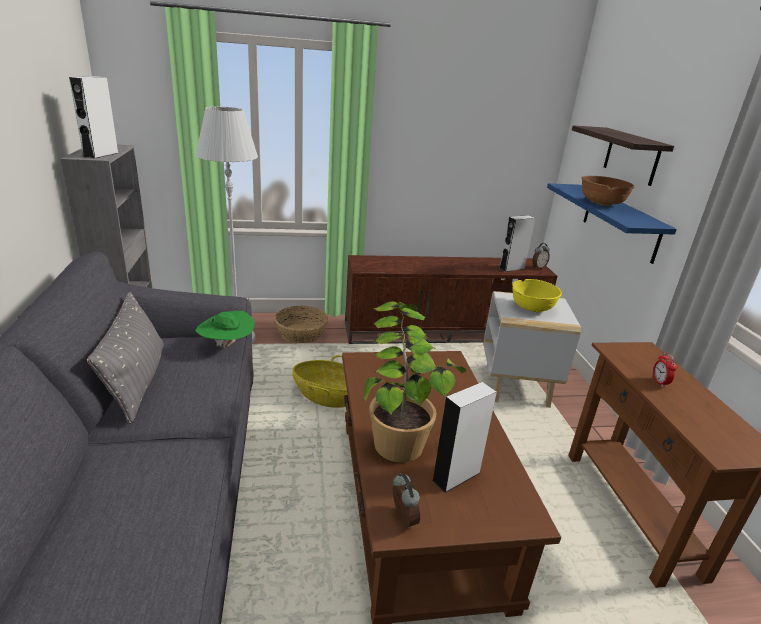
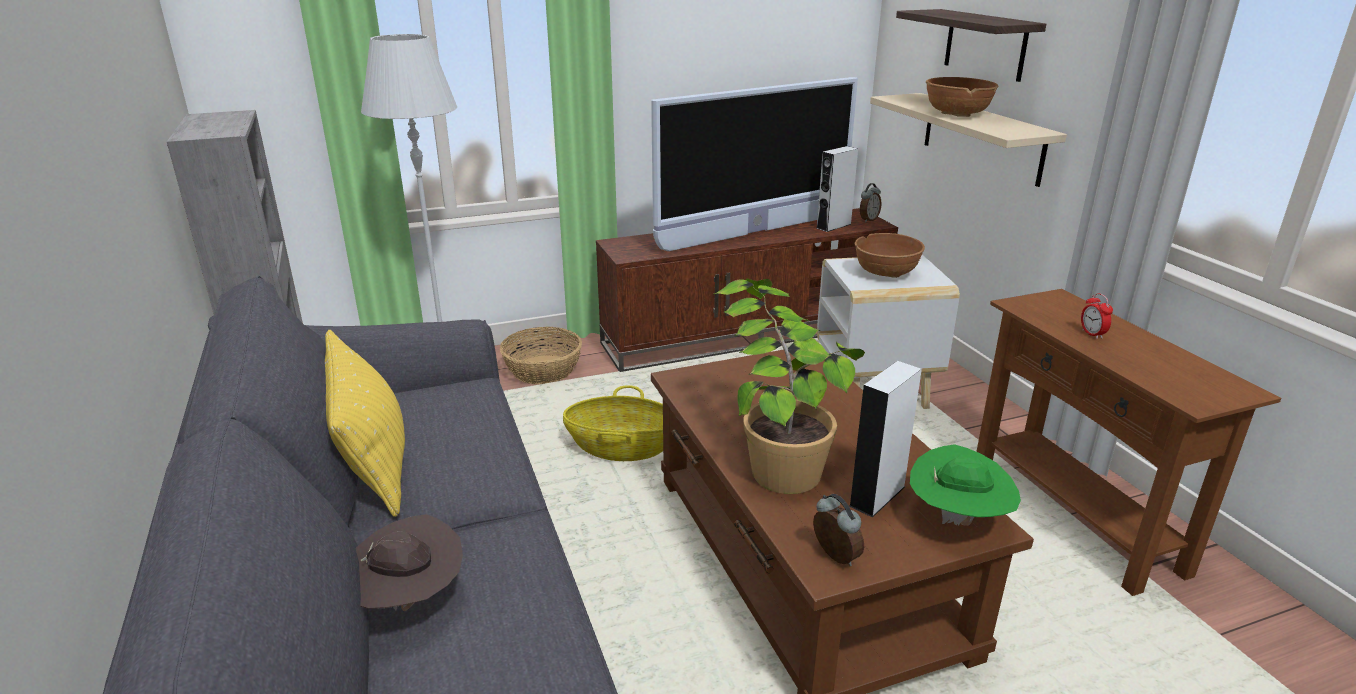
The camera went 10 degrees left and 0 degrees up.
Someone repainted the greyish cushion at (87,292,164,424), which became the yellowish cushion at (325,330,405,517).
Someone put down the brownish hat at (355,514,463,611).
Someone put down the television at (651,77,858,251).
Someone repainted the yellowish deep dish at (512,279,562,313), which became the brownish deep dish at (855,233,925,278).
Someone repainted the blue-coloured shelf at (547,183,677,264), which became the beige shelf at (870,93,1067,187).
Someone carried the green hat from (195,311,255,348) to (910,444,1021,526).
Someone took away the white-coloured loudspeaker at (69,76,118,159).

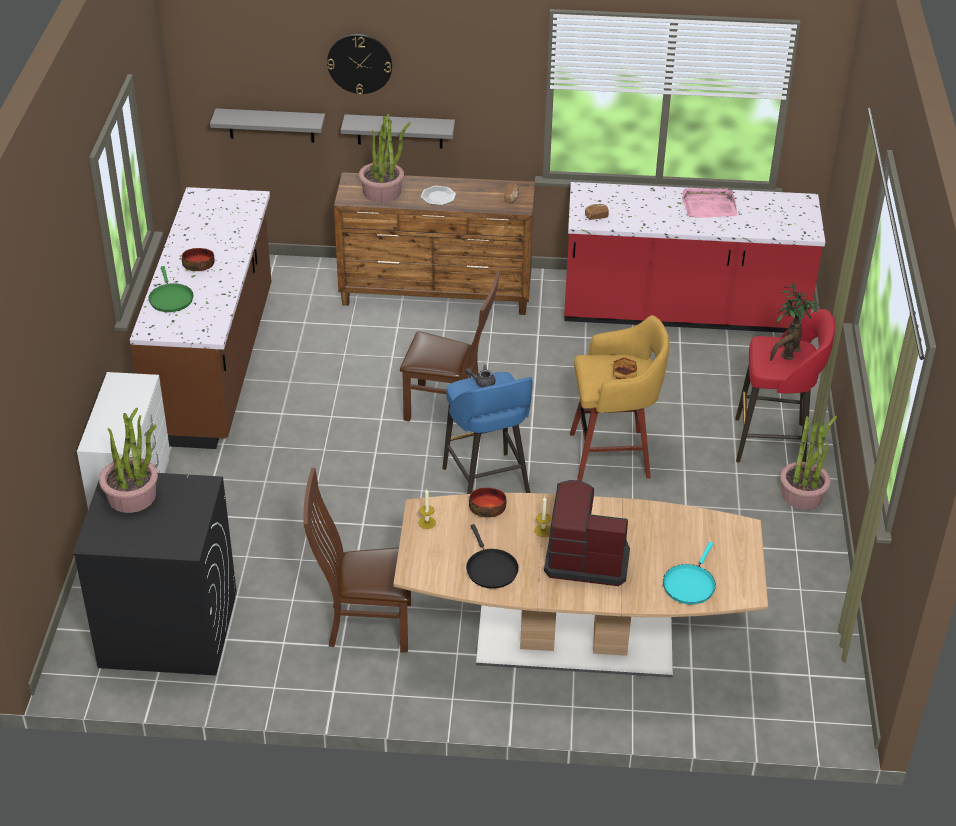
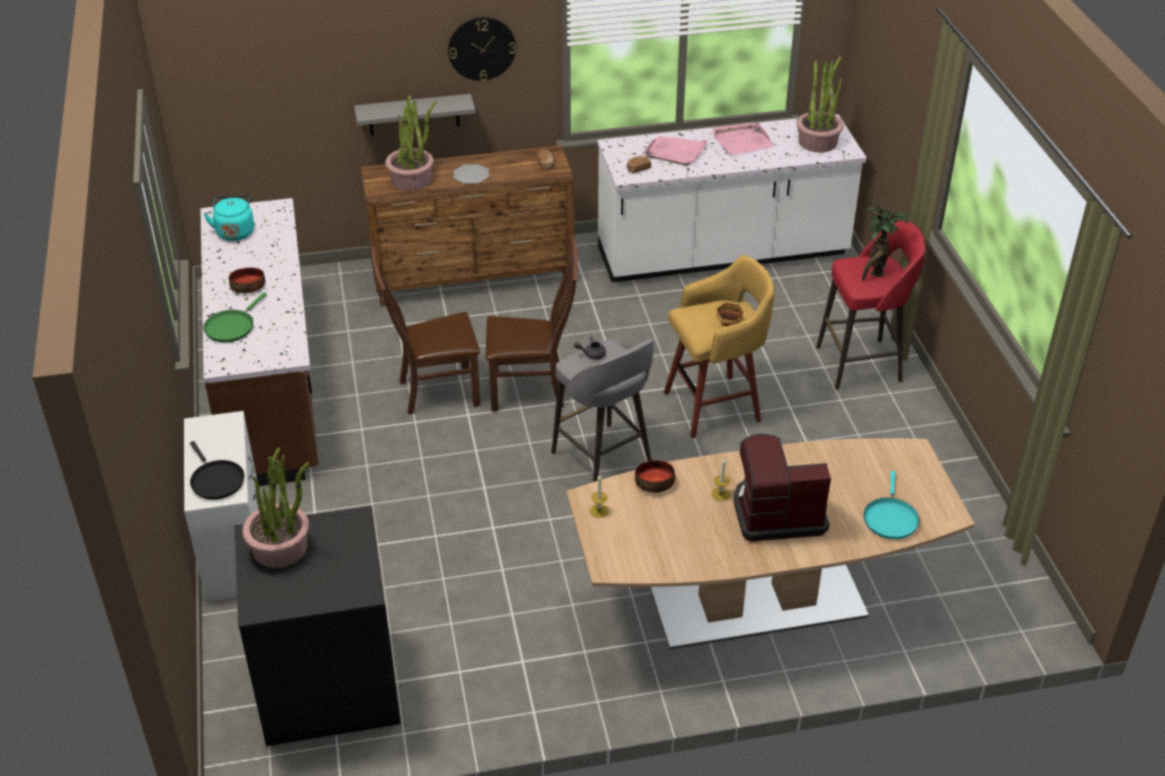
The camera went 15 degrees left and 0 degrees up.
Someone carried the blackish pan from (466,524,519,589) to (190,441,244,500).
Someone rotated the green pan at (148,266,193,312) by 60 degrees clockwise.
Someone put down the turquoise-coloured tea kettle at (204,195,254,241).
Someone carried the brownish plain chair from (303,468,411,653) to (371,246,480,415).
Someone carried the clock on the wall from (327,34,392,95) to (448,17,516,81).
Someone repainted the blue-coloured sitting stool at (442,372,532,494), which became the greyish sitting stool at (551,339,654,482).
Someone repainted the red-coloured counter at (564,182,825,333), which became the white-coloured counter at (597,114,867,282).
Someone put down the pink serving tray at (644,136,708,166).
Someone carried the houseplant from (780,416,837,510) to (797,57,843,153).
Someone took away the greyish shelf at (210,108,325,143).

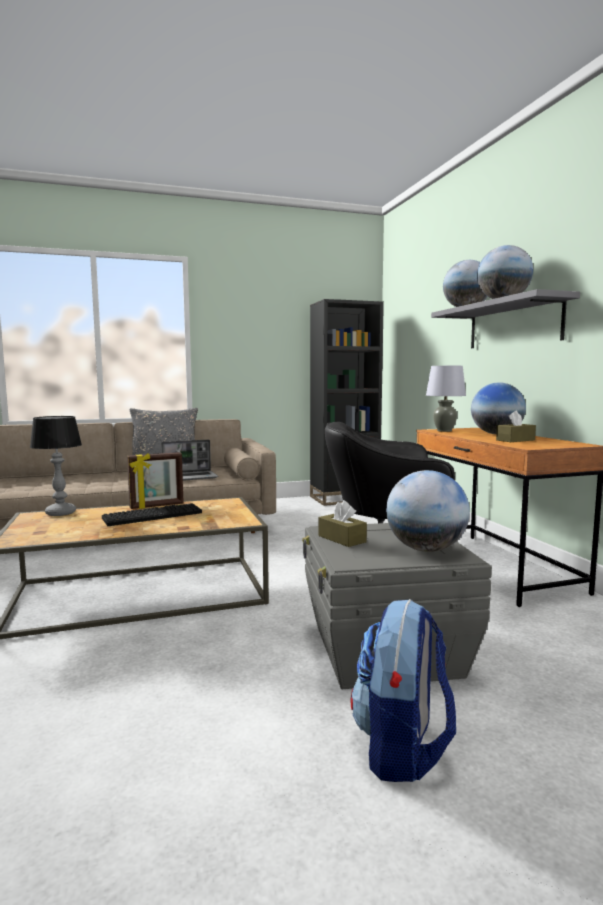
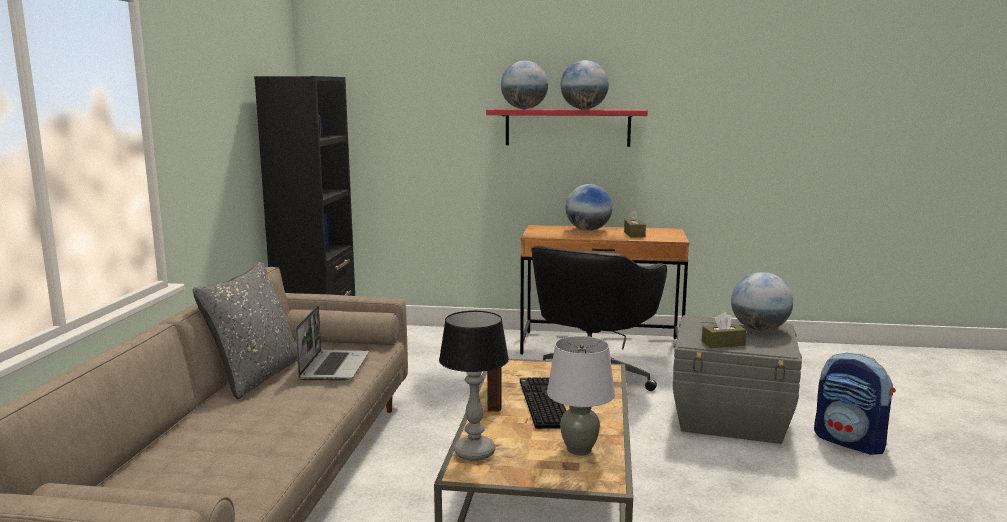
The camera went 65 degrees left and 5 degrees up.
Someone repainted the greyish shelf at (431,289,580,348), which became the red-coloured shelf at (486,109,648,147).
Someone carried the greyish tabletop lamp from (426,366,466,432) to (547,336,615,455).

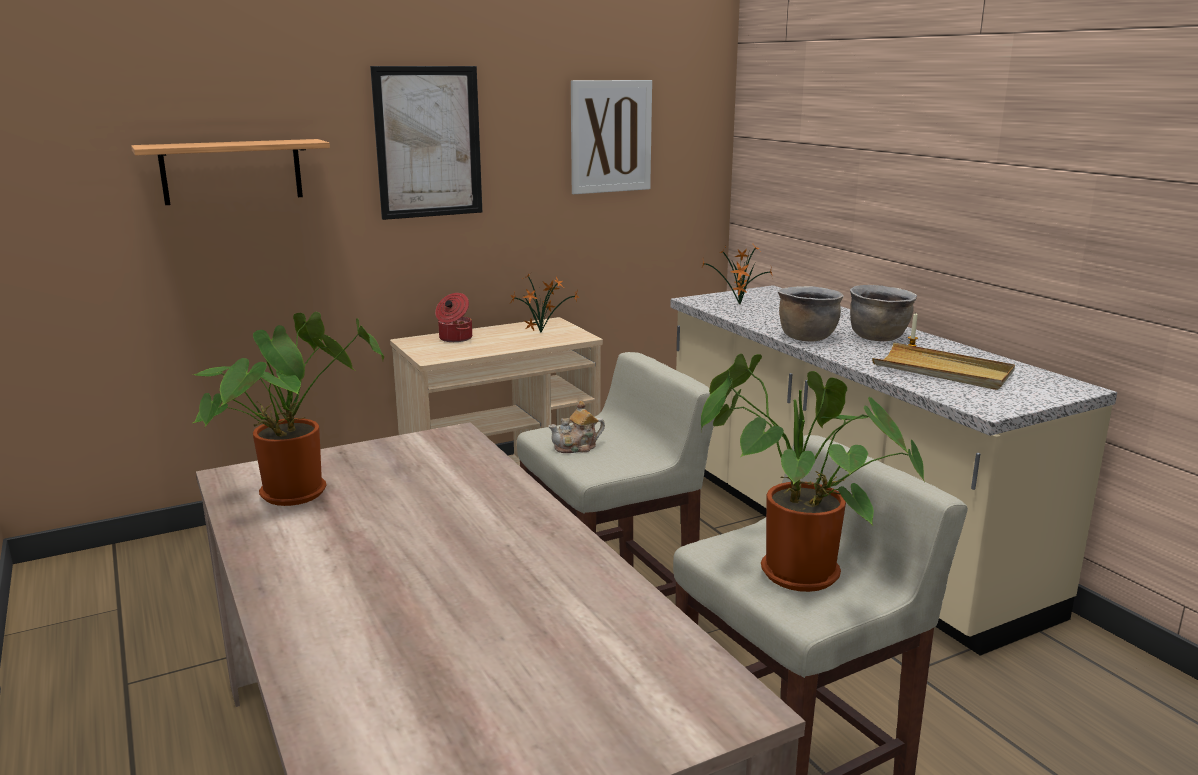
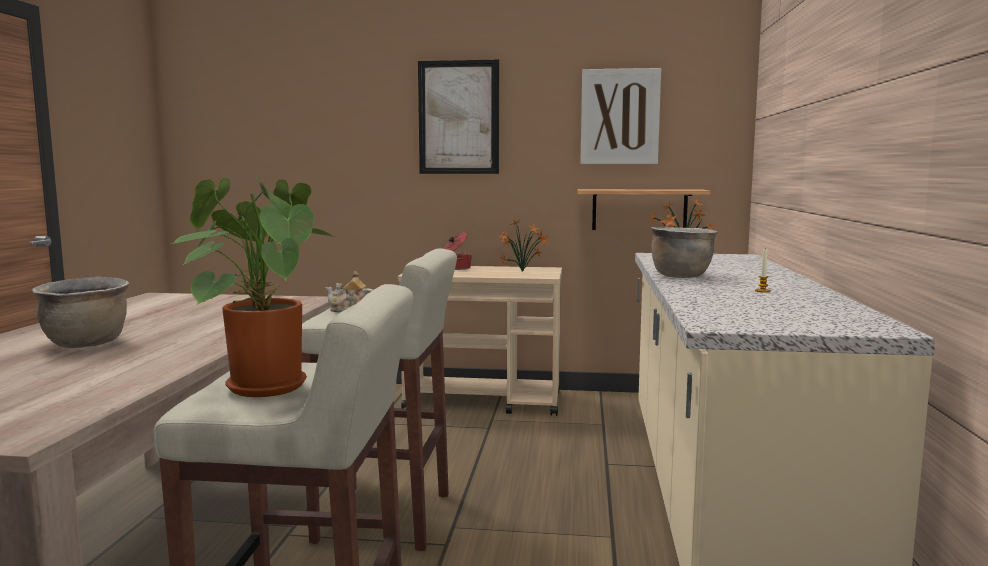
The camera went 35 degrees right and 10 degrees down.
Someone carried the brownish saucepot from (850,285,917,341) to (32,277,129,348).
Someone carried the shelf from (131,139,330,205) to (577,189,710,230).
Someone took away the houseplant at (192,312,384,506).
Someone took away the beige serving tray at (872,342,1015,390).

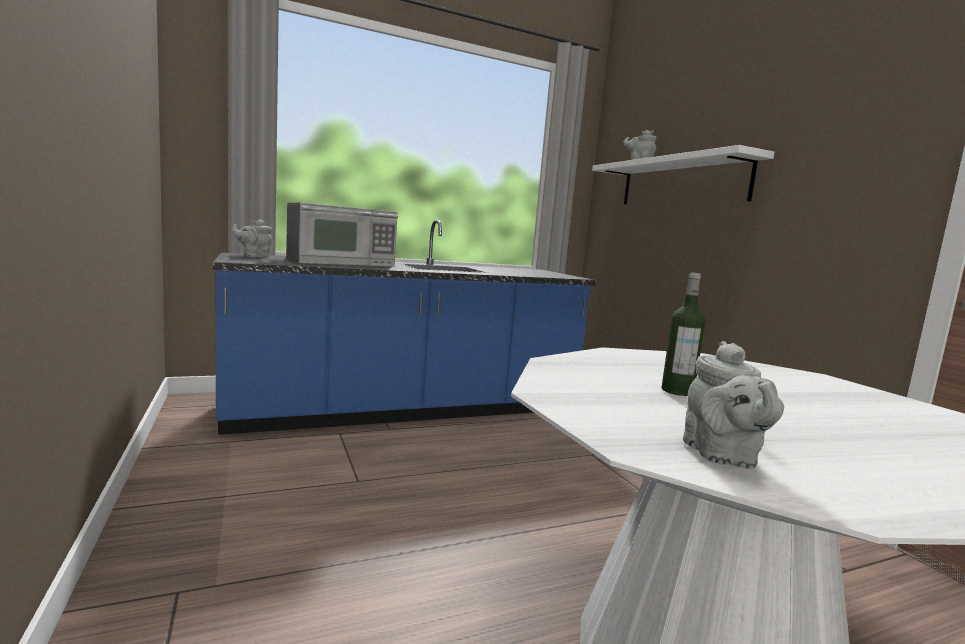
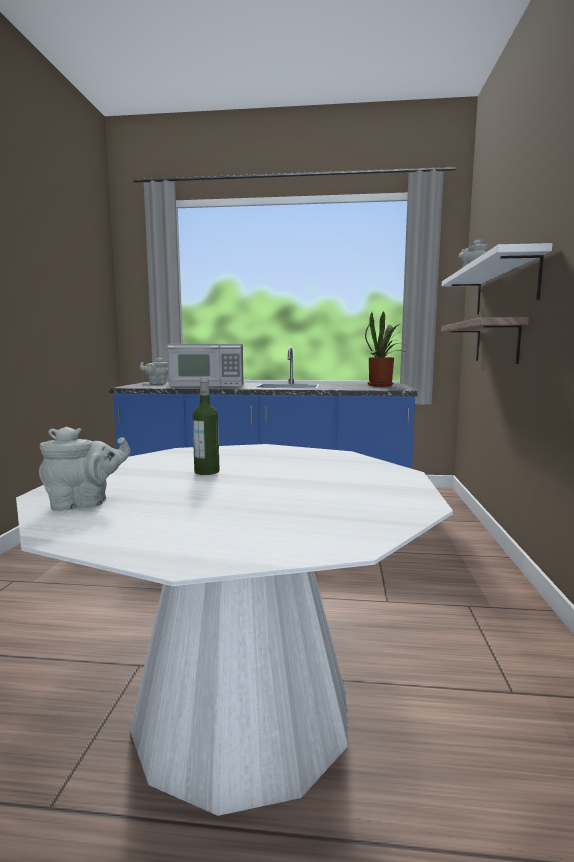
The camera went 30 degrees right and 0 degrees up.
Someone rotated the greyish tea pot at (683,341,784,469) by 135 degrees counterclockwise.
Someone put down the houseplant at (365,311,411,387).
Someone put up the shelf at (441,317,529,364).

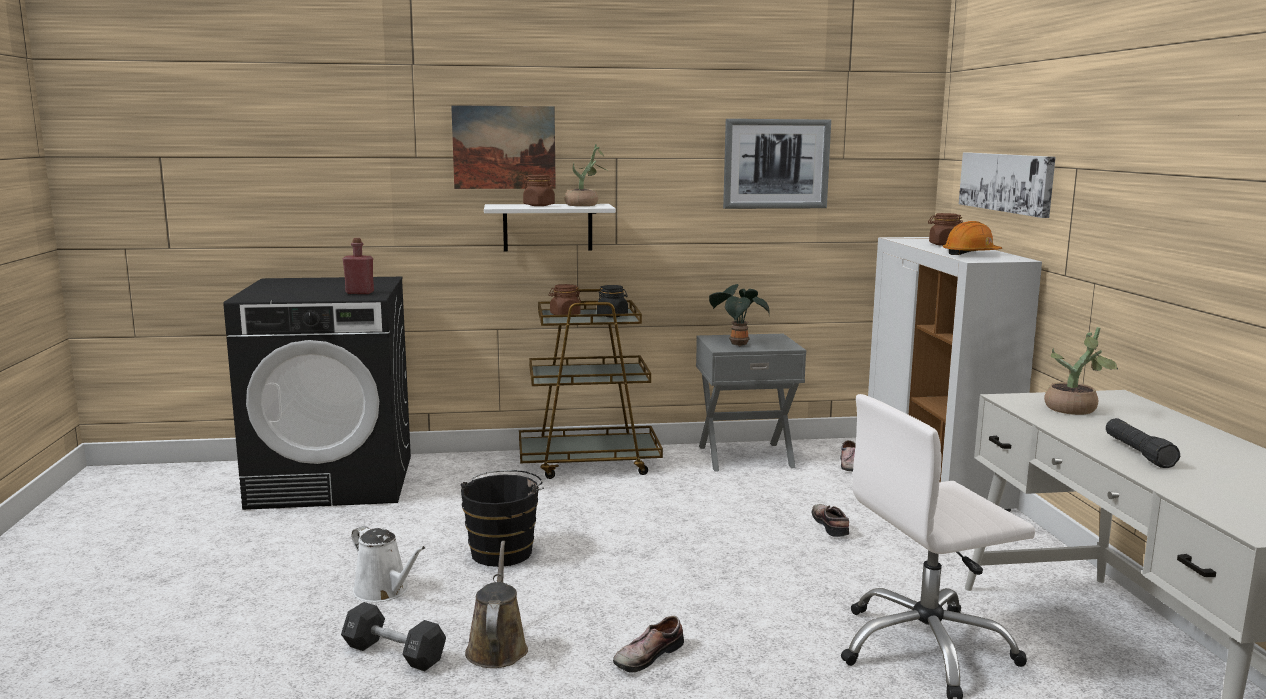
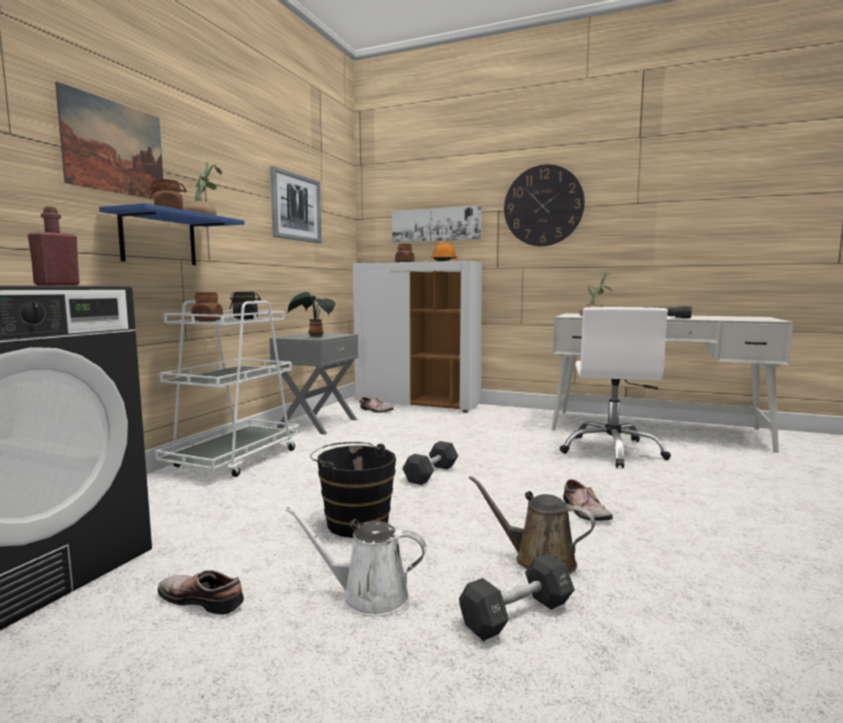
The camera went 60 degrees left and 5 degrees down.
Someone repainted the white-coloured shelf at (484,204,616,251), which became the blue-coloured shelf at (99,203,245,265).
Someone repainted the brownish trolley at (519,289,663,479), which became the white-coloured trolley at (155,300,300,477).
Someone carried the item of footwear from (812,504,849,537) to (158,570,244,615).
Someone rotated the white-coloured sprinkling can at (352,526,425,602) by 150 degrees counterclockwise.
Someone put down the blackish dumbbell at (402,441,458,485).
Someone put up the clock on the wall at (504,164,585,246).

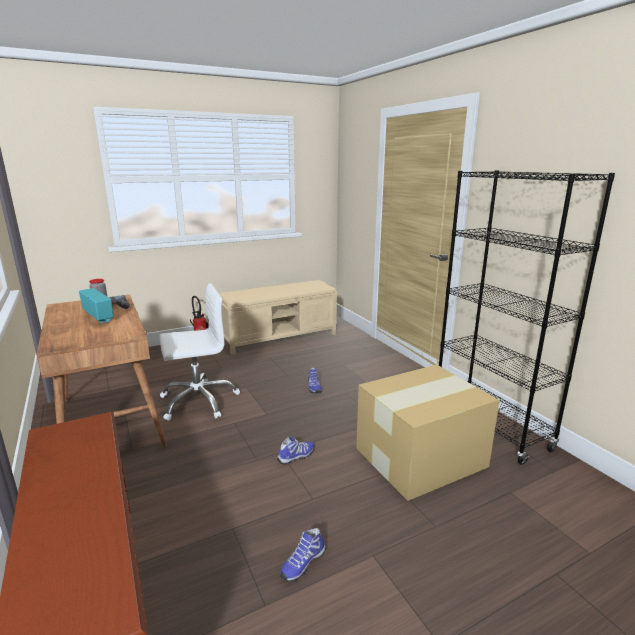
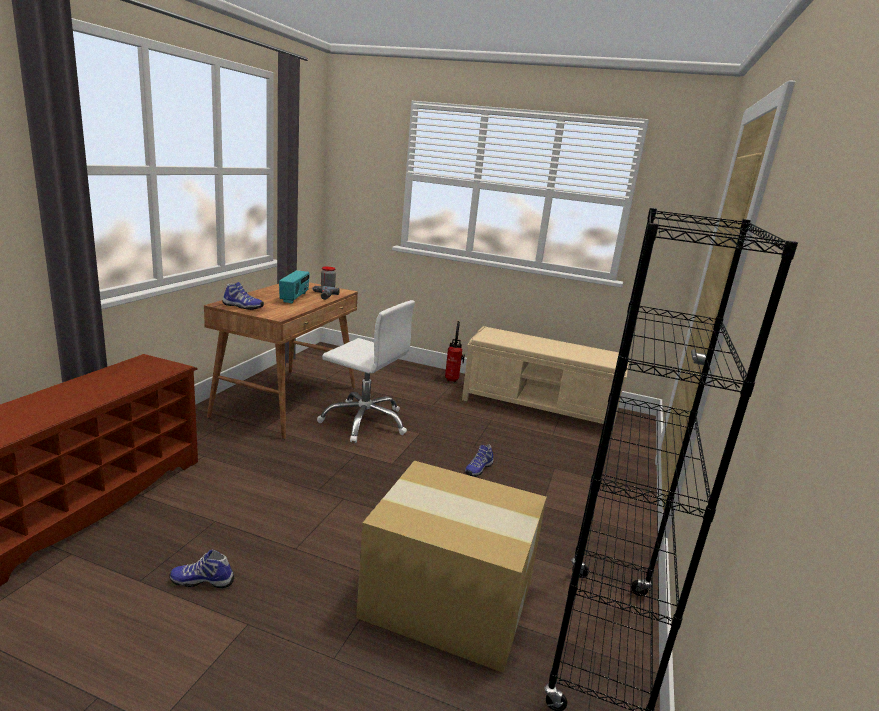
The camera went 45 degrees right and 0 degrees up.
Someone carried the item of footwear from (277,436,314,465) to (223,282,264,310).

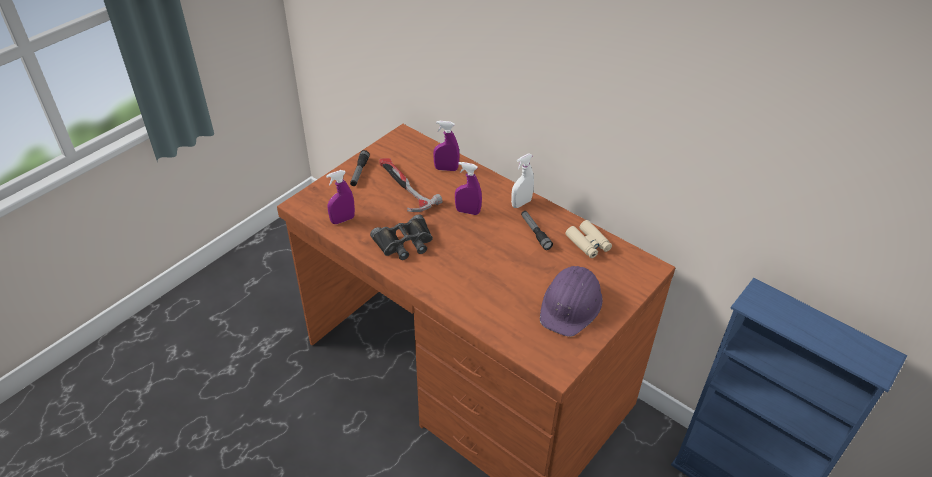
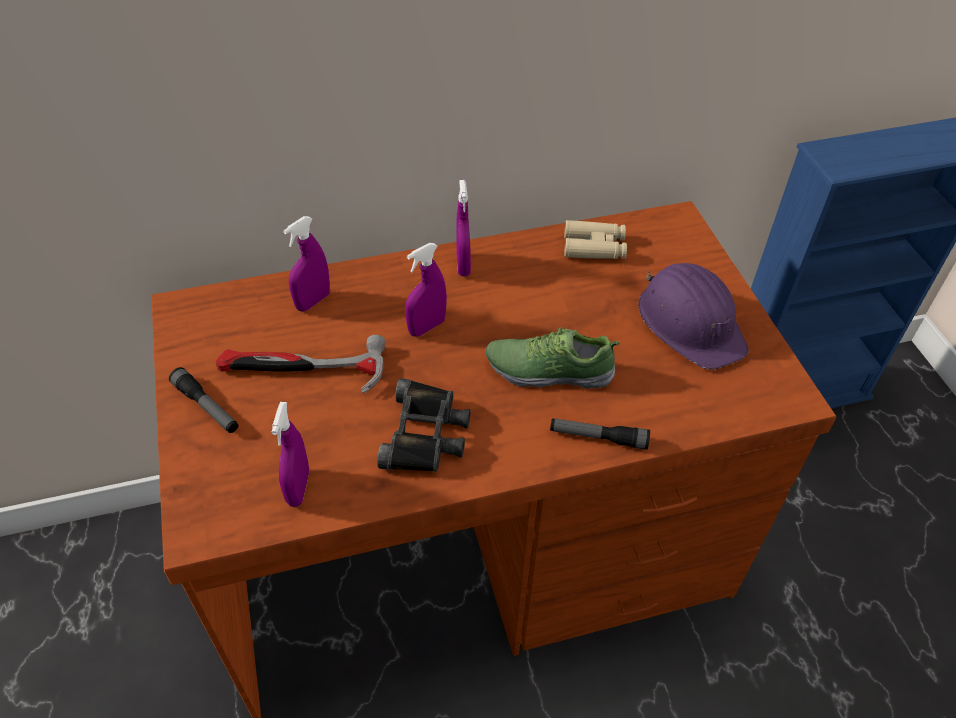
The camera went 55 degrees left and 5 degrees up.
Someone repainted the white-coloured spray bottle at (511,154,534,208), which became the purple-coloured spray bottle at (456,180,471,276).
Someone put down the item of footwear at (485,327,620,389).
Someone carried the torch from (521,211,553,250) to (550,418,650,450).

